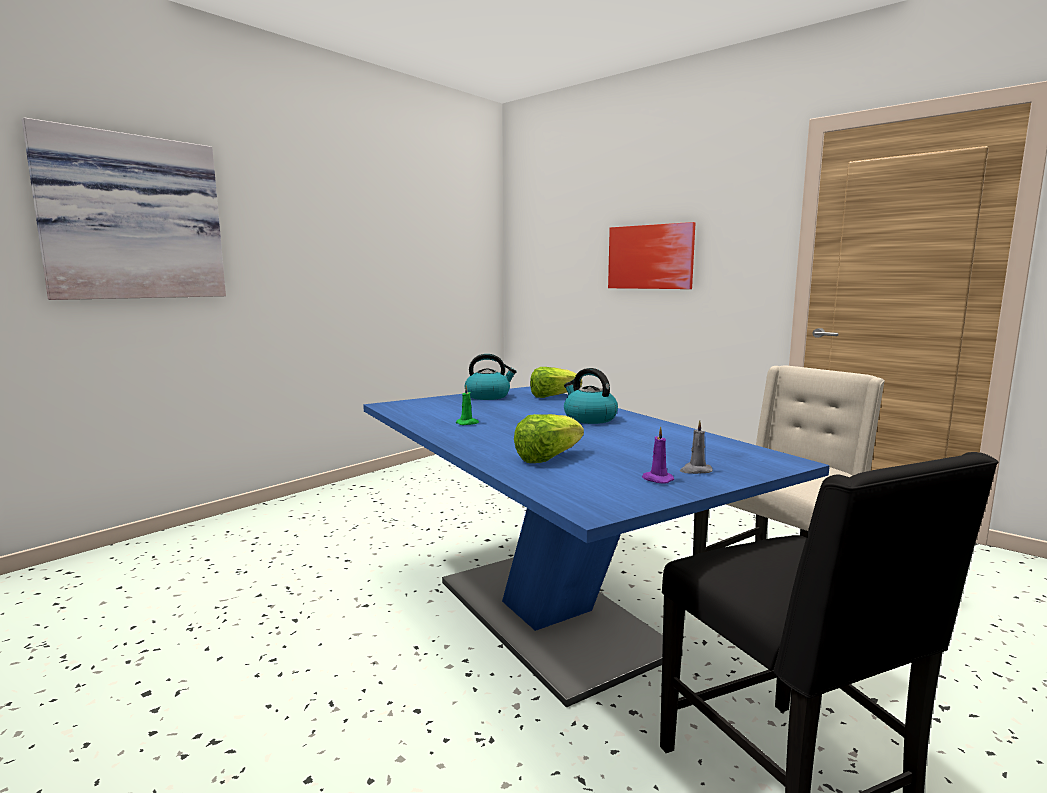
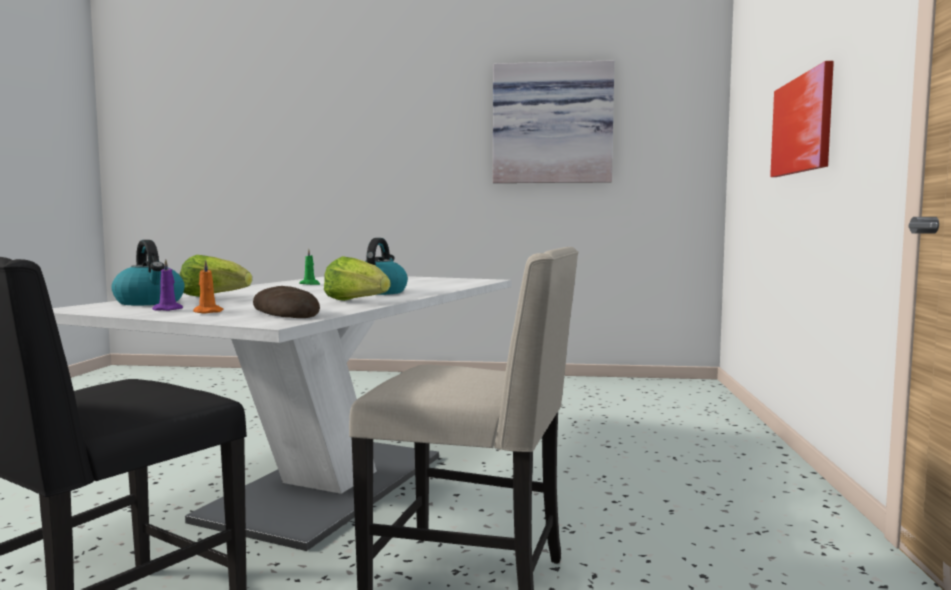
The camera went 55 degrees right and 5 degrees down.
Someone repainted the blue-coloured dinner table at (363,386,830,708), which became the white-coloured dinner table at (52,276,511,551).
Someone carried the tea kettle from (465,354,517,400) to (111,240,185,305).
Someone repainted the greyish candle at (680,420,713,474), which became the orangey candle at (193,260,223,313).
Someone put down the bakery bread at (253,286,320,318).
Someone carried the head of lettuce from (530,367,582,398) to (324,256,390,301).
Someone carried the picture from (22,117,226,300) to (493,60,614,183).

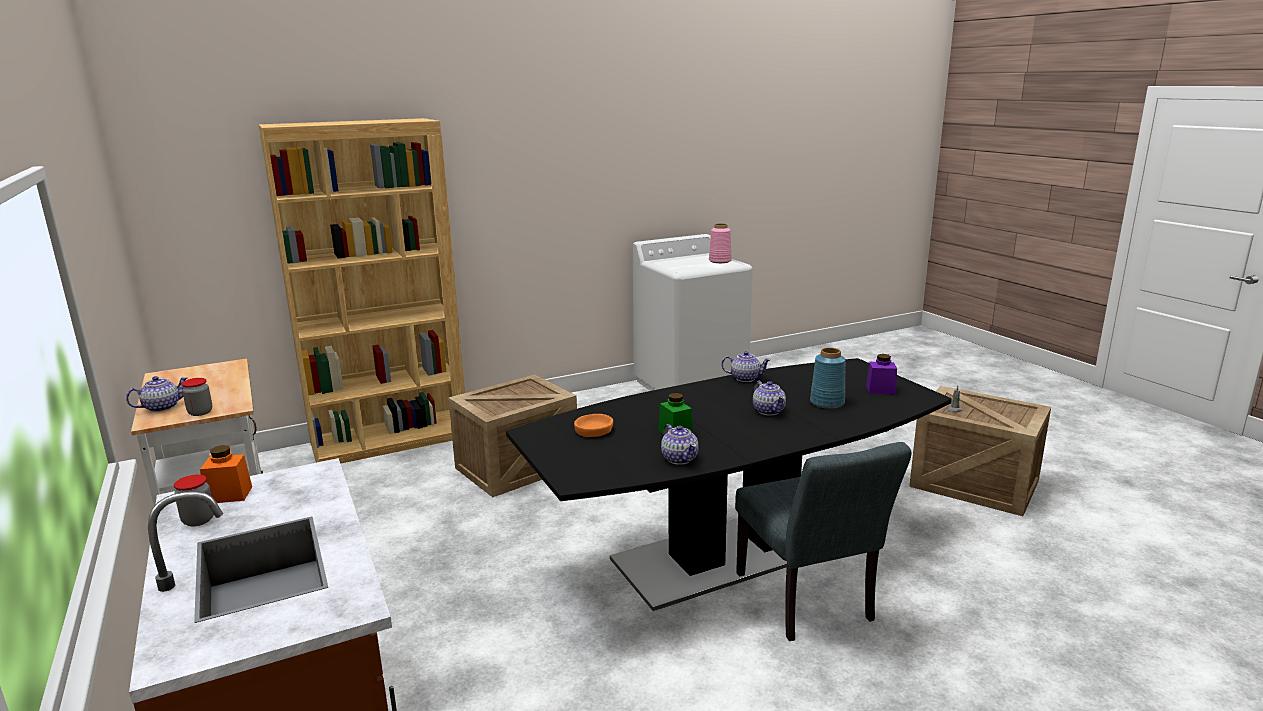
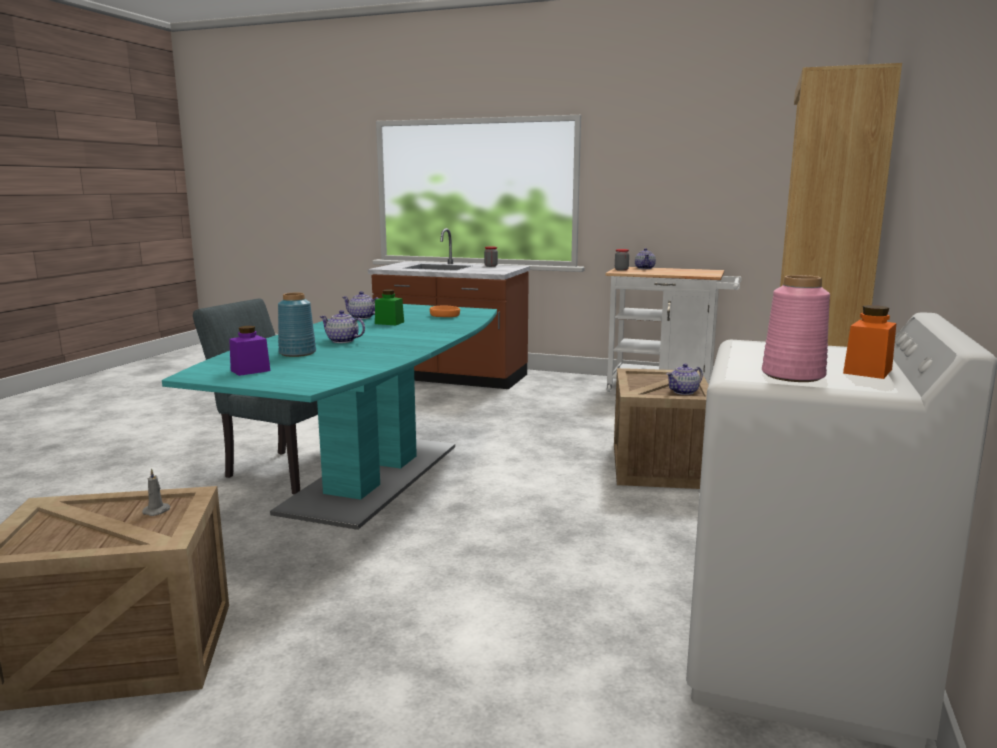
The camera went 135 degrees right and 5 degrees down.
Someone repainted the blackish dinner table at (506,358,952,611), which became the turquoise-coloured dinner table at (162,304,497,530).
Someone carried the tea pot from (721,351,771,382) to (667,364,703,395).
Someone carried the orangey storage jar from (200,445,252,503) to (843,305,896,379).

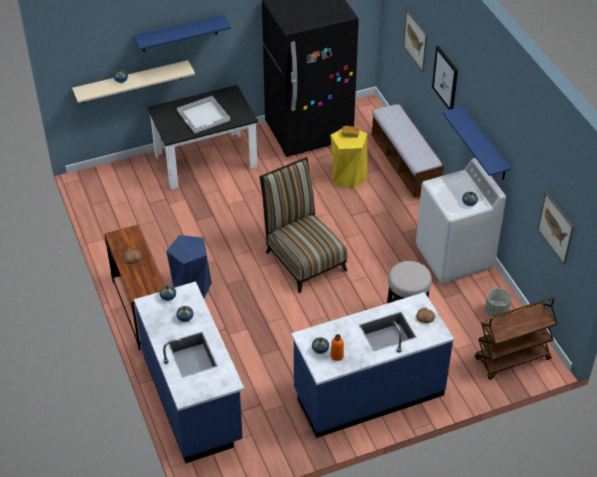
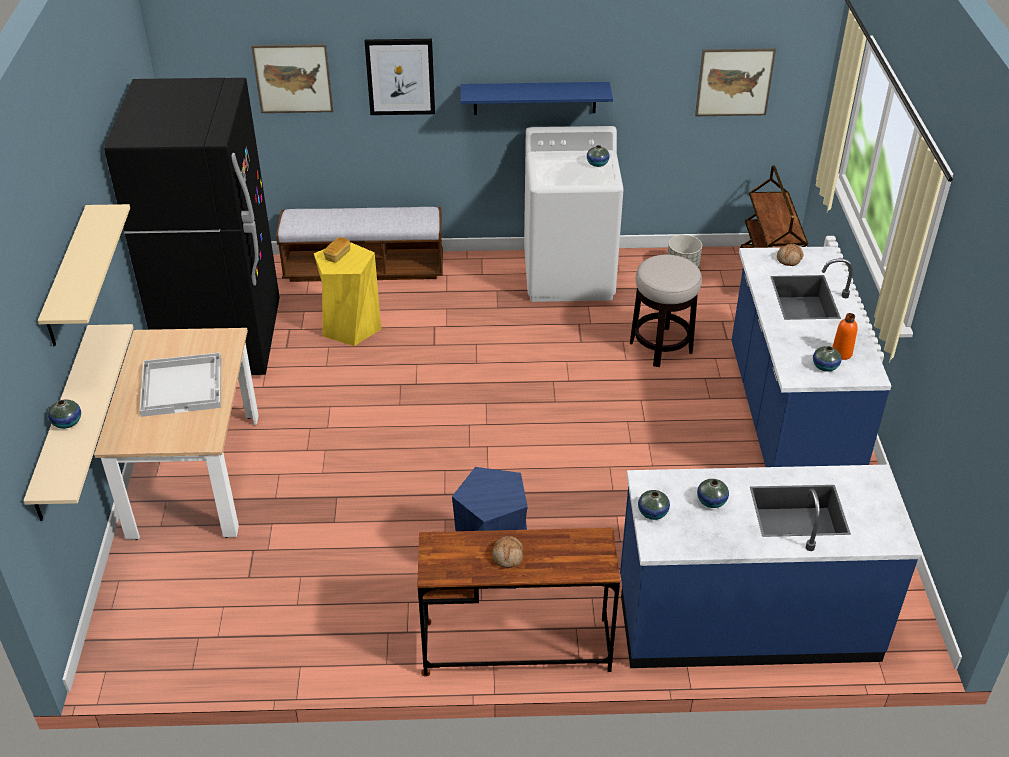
The camera went 70 degrees left and 5 degrees down.
Someone repainted the blue-coloured shelf at (133,15,231,52), which became the beige shelf at (38,204,130,346).
Someone repainted the blackish dinner table at (147,85,258,190), which became the beige dinner table at (94,328,259,540).
Someone took away the plain chair at (259,157,347,293).

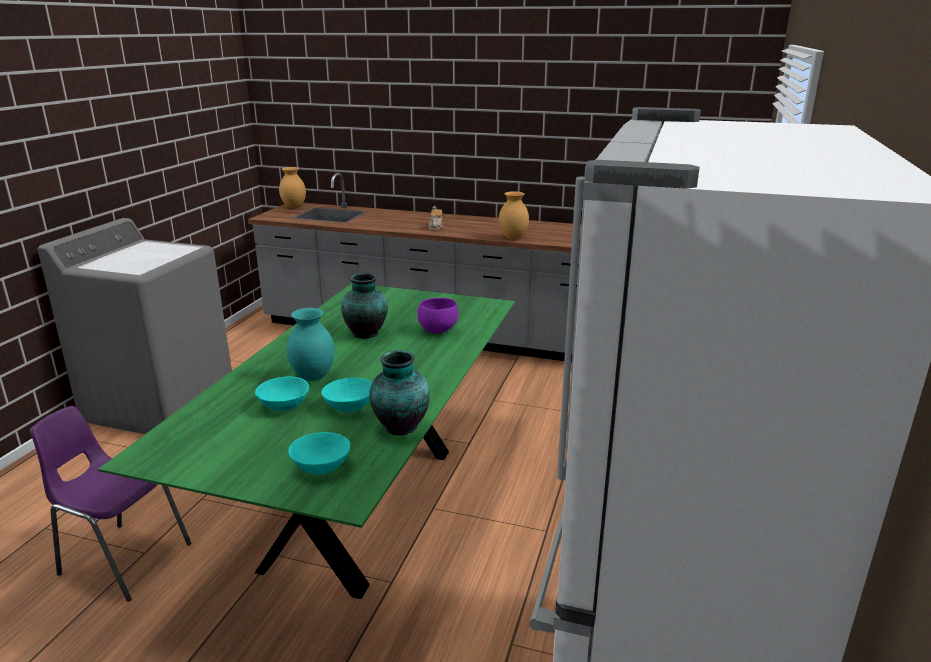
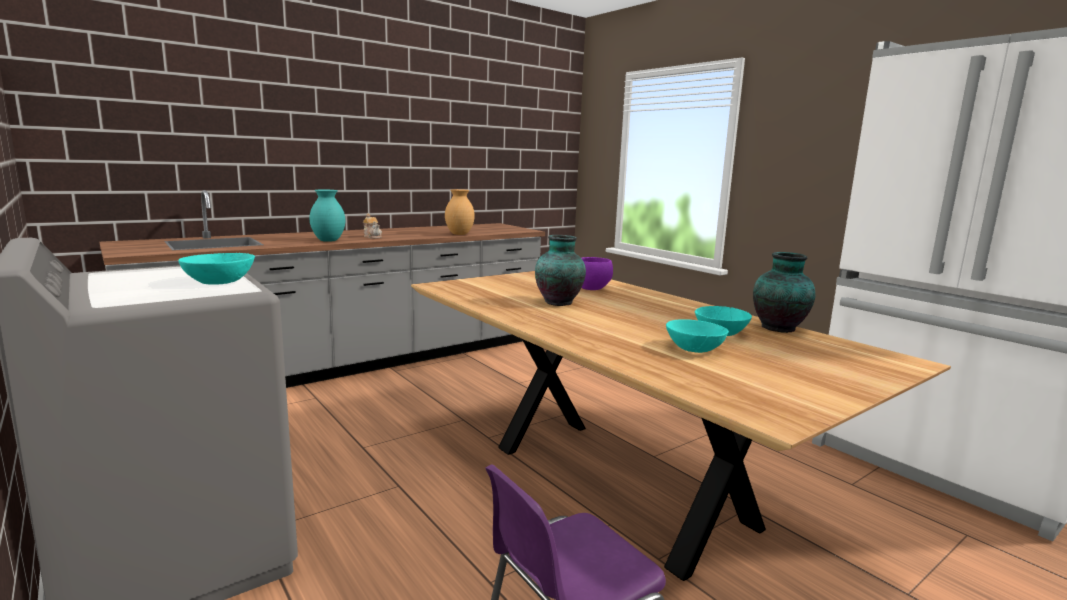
The camera went 55 degrees left and 10 degrees down.
Someone carried the turquoise-coloured deep dish from (288,432,350,475) to (178,253,255,285).
Someone carried the turquoise-coloured flower vase from (287,308,335,381) to (310,190,345,242).
Someone repainted the green dinner table at (98,283,515,599), which became the brownish dinner table at (411,271,951,581).
Someone took away the brownish flower vase at (279,167,306,208).

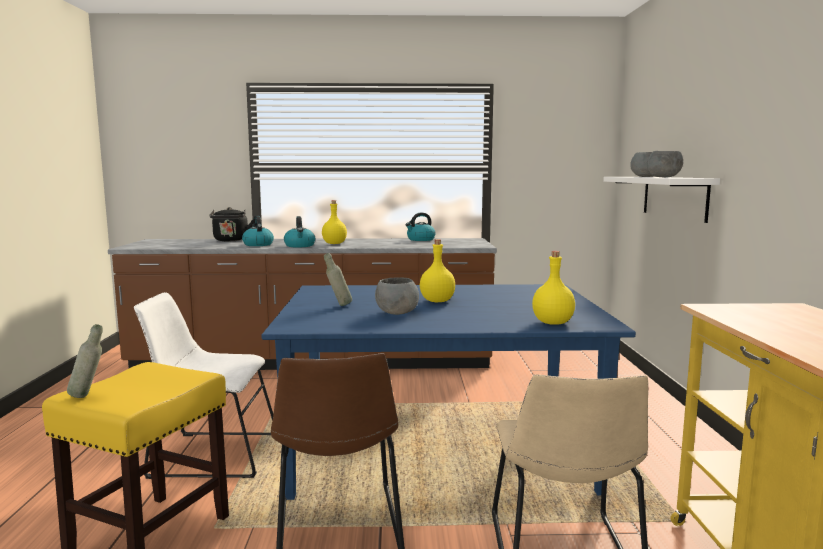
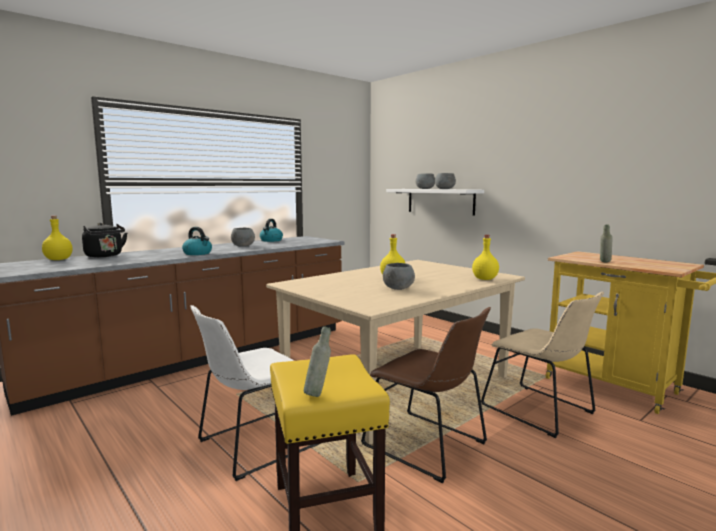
The camera went 40 degrees left and 0 degrees up.
Someone carried the yellowish beverage bottle from (322,200,347,244) to (42,216,73,260).
Someone put down the greyish deep dish at (231,228,255,247).
Someone repainted the blue-coloured dinner table at (261,284,636,500), which became the beige dinner table at (266,260,525,445).
Someone carried the greyish beverage bottle from (324,253,352,306) to (600,224,612,263).
Someone took away the tea kettle at (242,216,274,246).

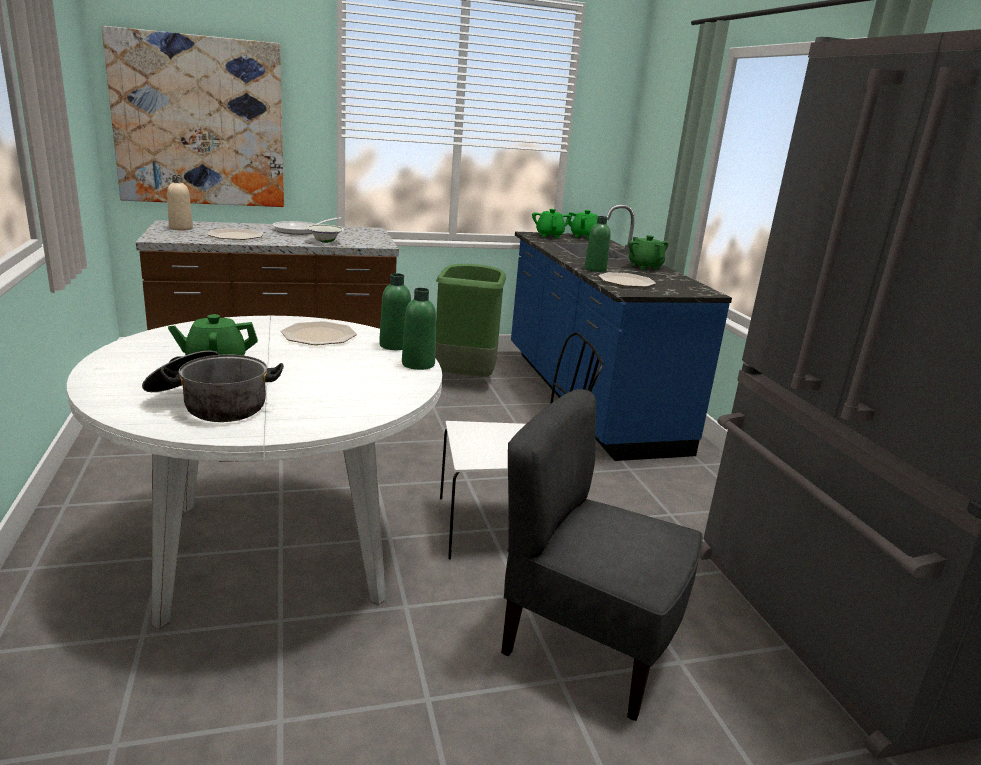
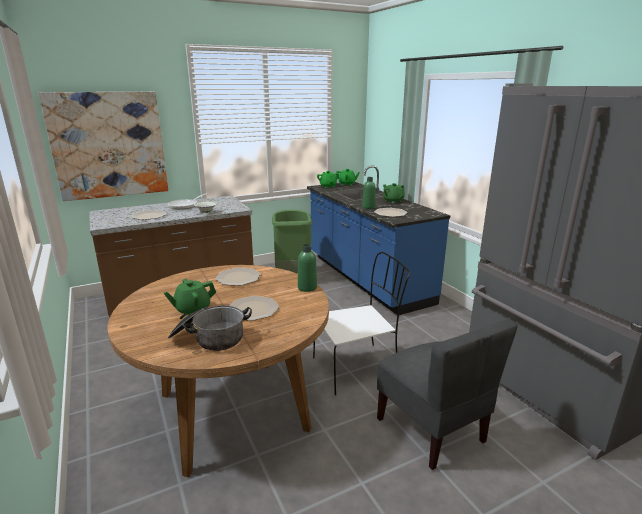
The camera went 10 degrees left and 0 degrees up.
Someone repainted the white-coloured dinner table at (67,316,442,629), which became the brownish dinner table at (108,265,329,477).
Someone put down the dinner plate at (230,296,279,321).
Someone rotated the greyish plain chair at (501,389,703,721) by 135 degrees counterclockwise.
Someone took away the beige beverage bottle at (167,175,193,230).
Someone took away the green beverage bottle at (379,273,411,350).

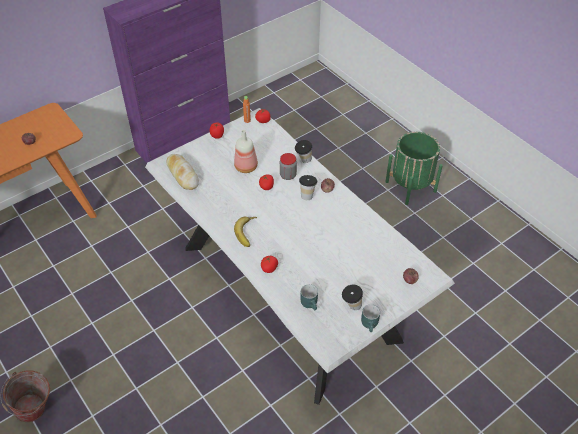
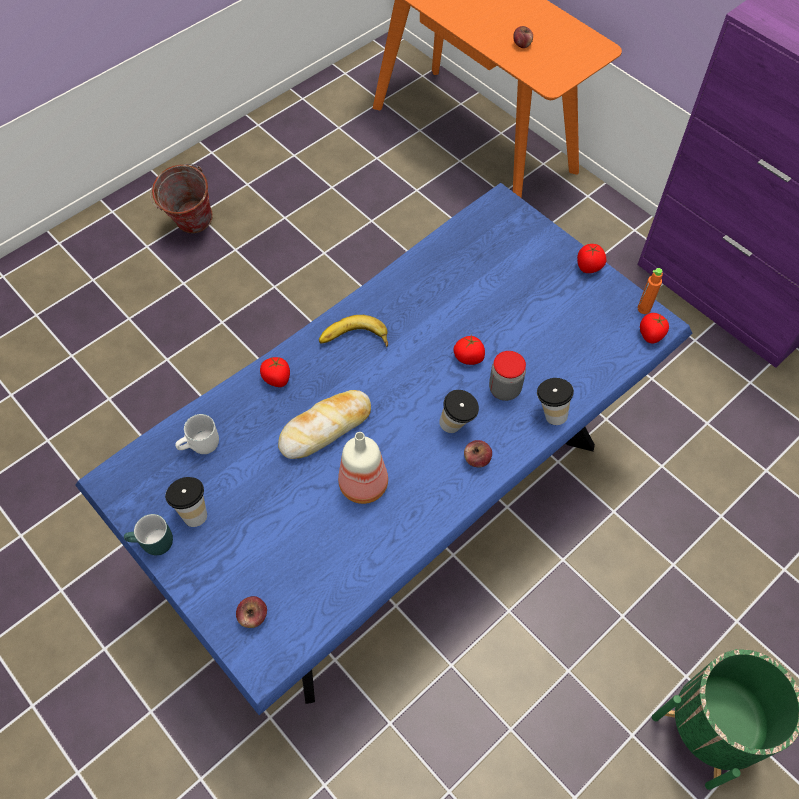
The camera went 85 degrees right and 10 degrees up.
Someone repainted the white-coloured dinner table at (145,108,455,405), which became the blue-coloured dinner table at (75,183,692,715).
Someone repainted the turquoise-coloured tea mug at (300,284,318,310), which became the white-coloured tea mug at (175,414,219,454).
Someone carried the bakery bread from (166,154,199,190) to (278,390,371,459).
Someone carried the beverage bottle from (234,130,258,173) to (338,432,388,504).

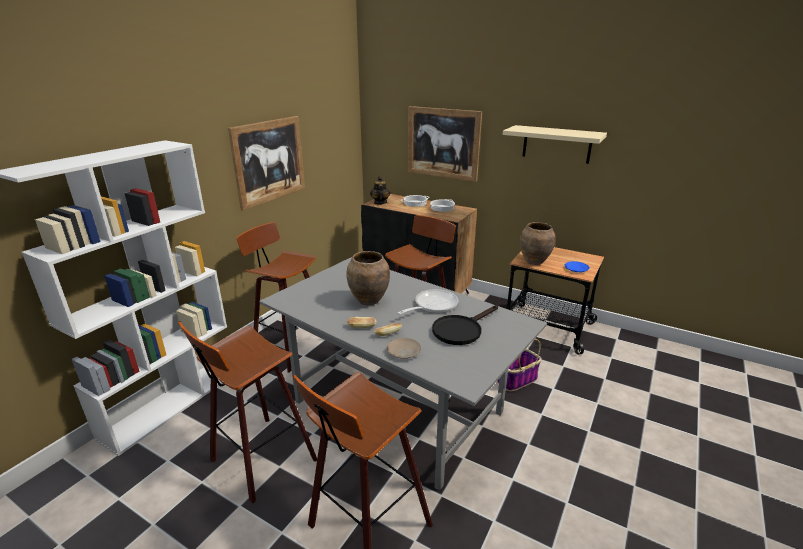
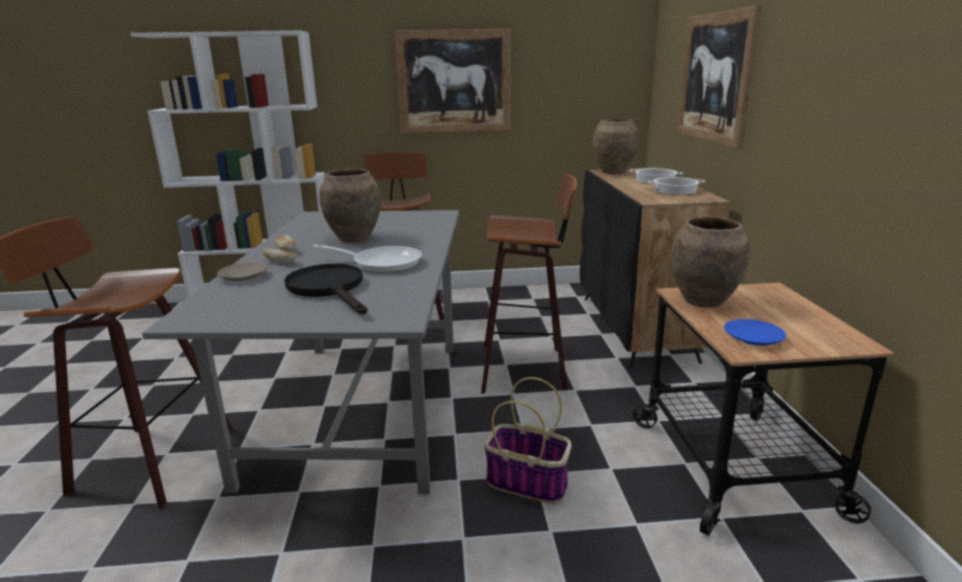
The camera went 55 degrees right and 5 degrees down.
Someone rotated the blackish pan at (432,305,498,345) by 45 degrees clockwise.
Someone swapped the tea pot at (370,176,390,205) for the brownish flower vase at (593,119,639,174).
Someone took away the sitting stool at (178,321,317,503).
Someone took away the beige shelf at (502,125,607,164).

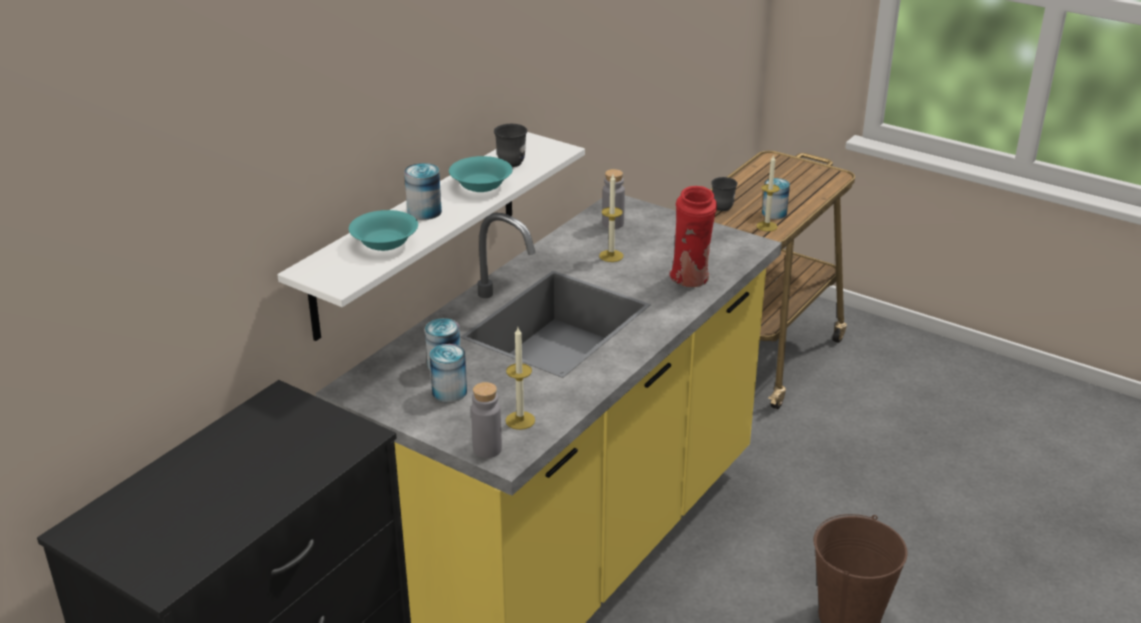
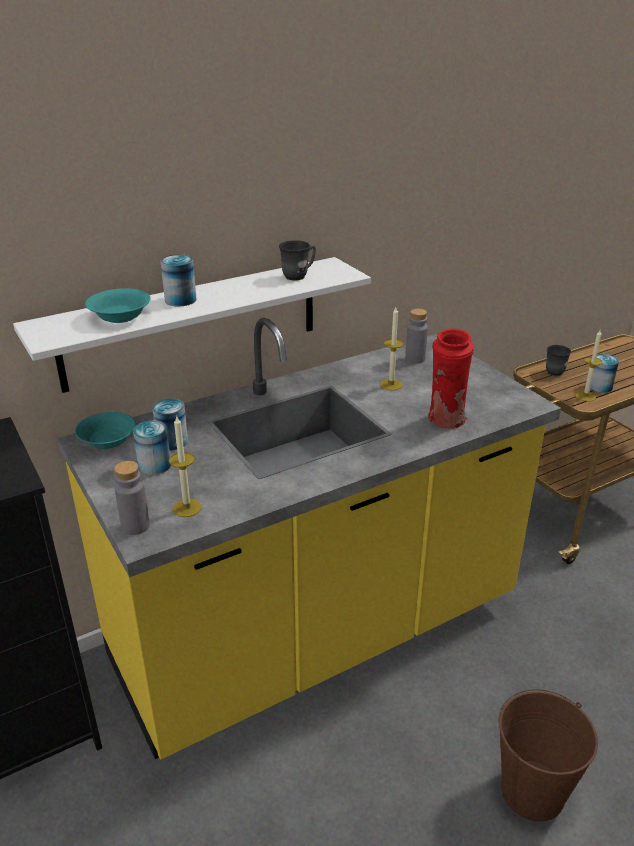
The camera went 25 degrees right and 0 degrees up.
Someone carried the turquoise-coloured deep dish from (449,156,513,192) to (75,412,136,449).

